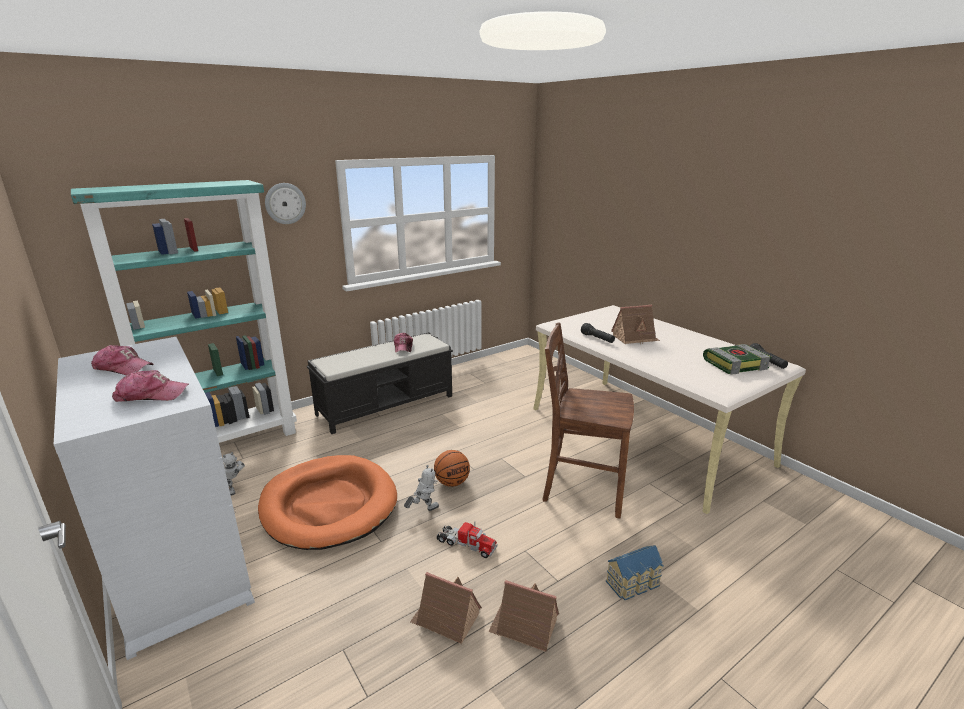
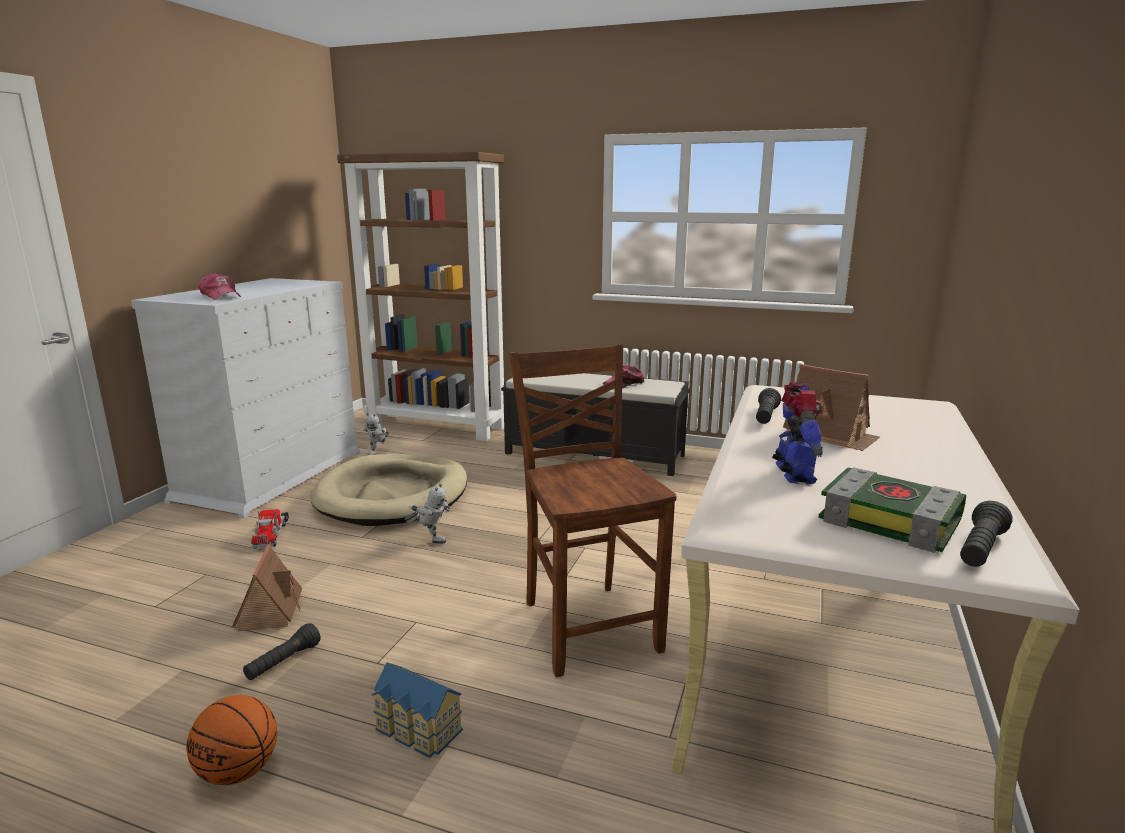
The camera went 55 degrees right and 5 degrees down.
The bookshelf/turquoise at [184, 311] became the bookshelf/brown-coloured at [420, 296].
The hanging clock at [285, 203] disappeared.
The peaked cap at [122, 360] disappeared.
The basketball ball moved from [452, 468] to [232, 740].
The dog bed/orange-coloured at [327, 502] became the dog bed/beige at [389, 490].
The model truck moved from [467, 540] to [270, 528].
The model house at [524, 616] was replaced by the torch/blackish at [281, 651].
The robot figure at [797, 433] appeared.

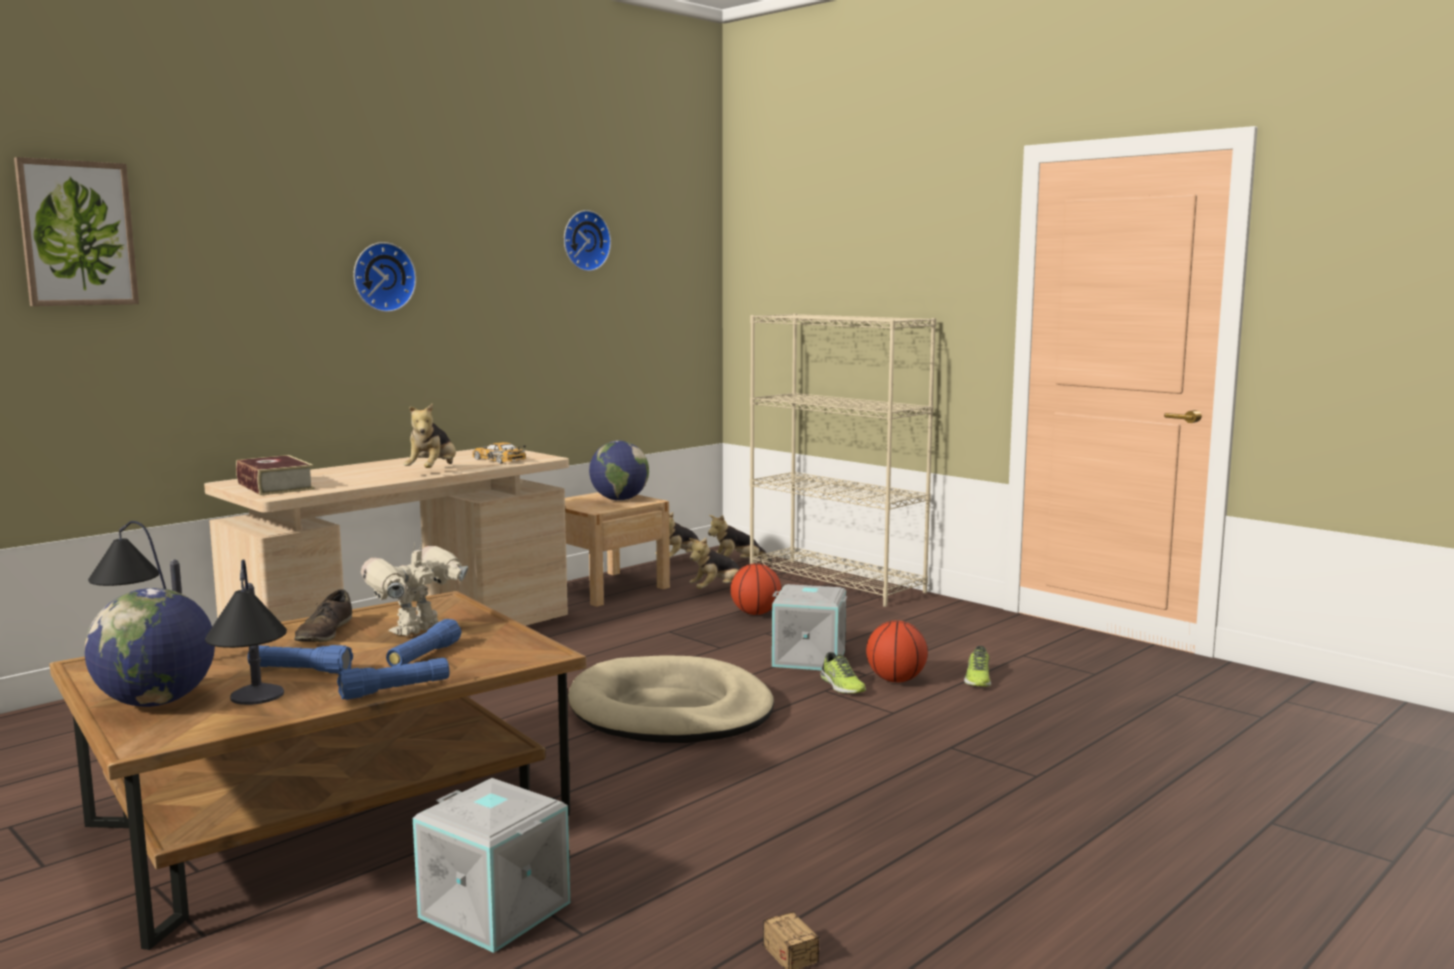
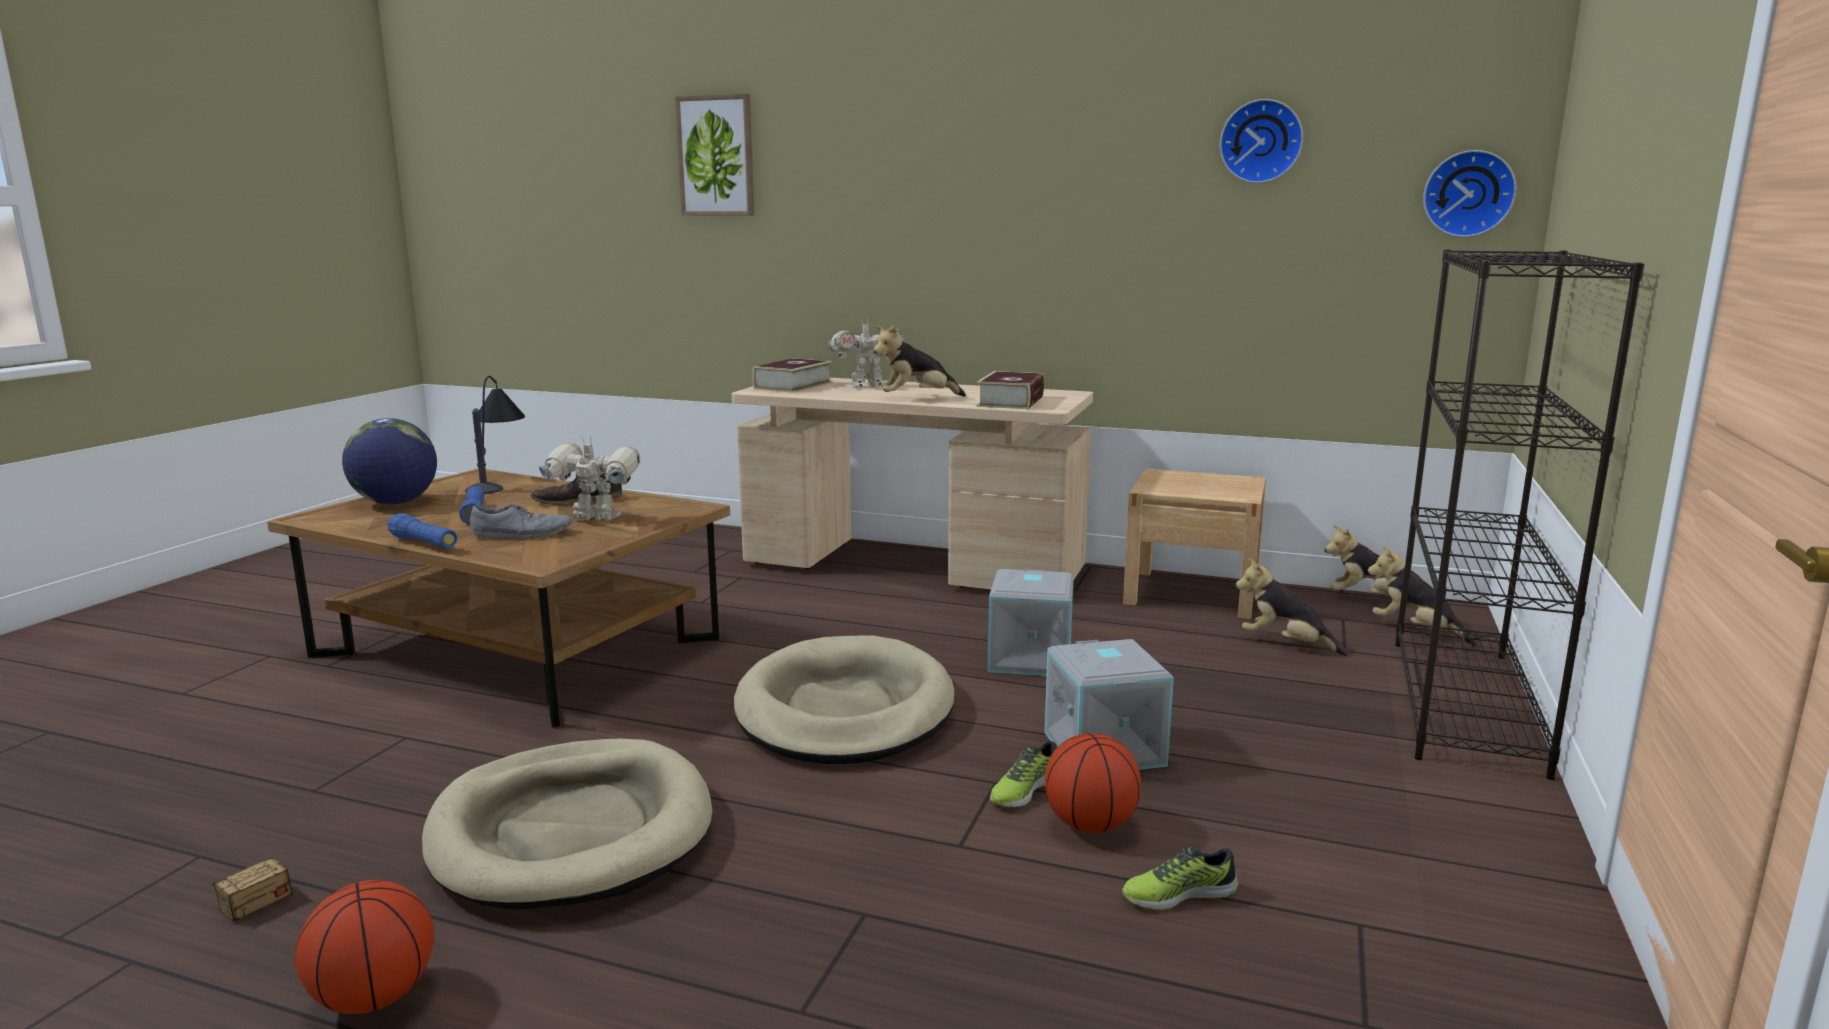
The camera went 65 degrees right and 5 degrees up.
The hanging clock moved from [384, 277] to [1470, 193].
The bookshelf/beige at [842, 460] became the bookshelf/blackish at [1519, 514].
The world globe at [619, 471] disappeared.
The model car at [499, 453] was replaced by the volume at [1010, 390].
The lamp for a table at [246, 632] disappeared.
The basketball ball moved from [755, 589] to [364, 947].
The torch/bluish at [424, 643] was replaced by the item of footwear/greyish at [521, 521].
The storage container/greyish moved from [491, 865] to [1030, 622].
The robot figure at [866, 353] appeared.
The dog bed/beige at [567, 824] appeared.

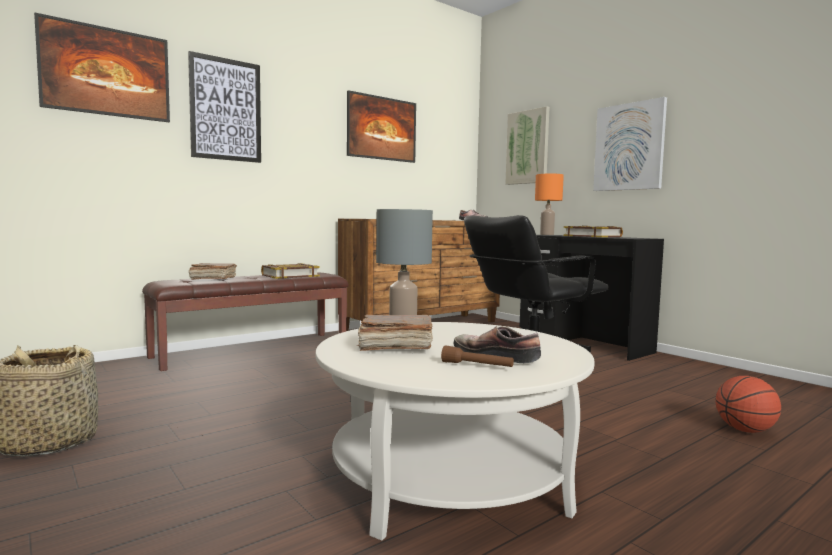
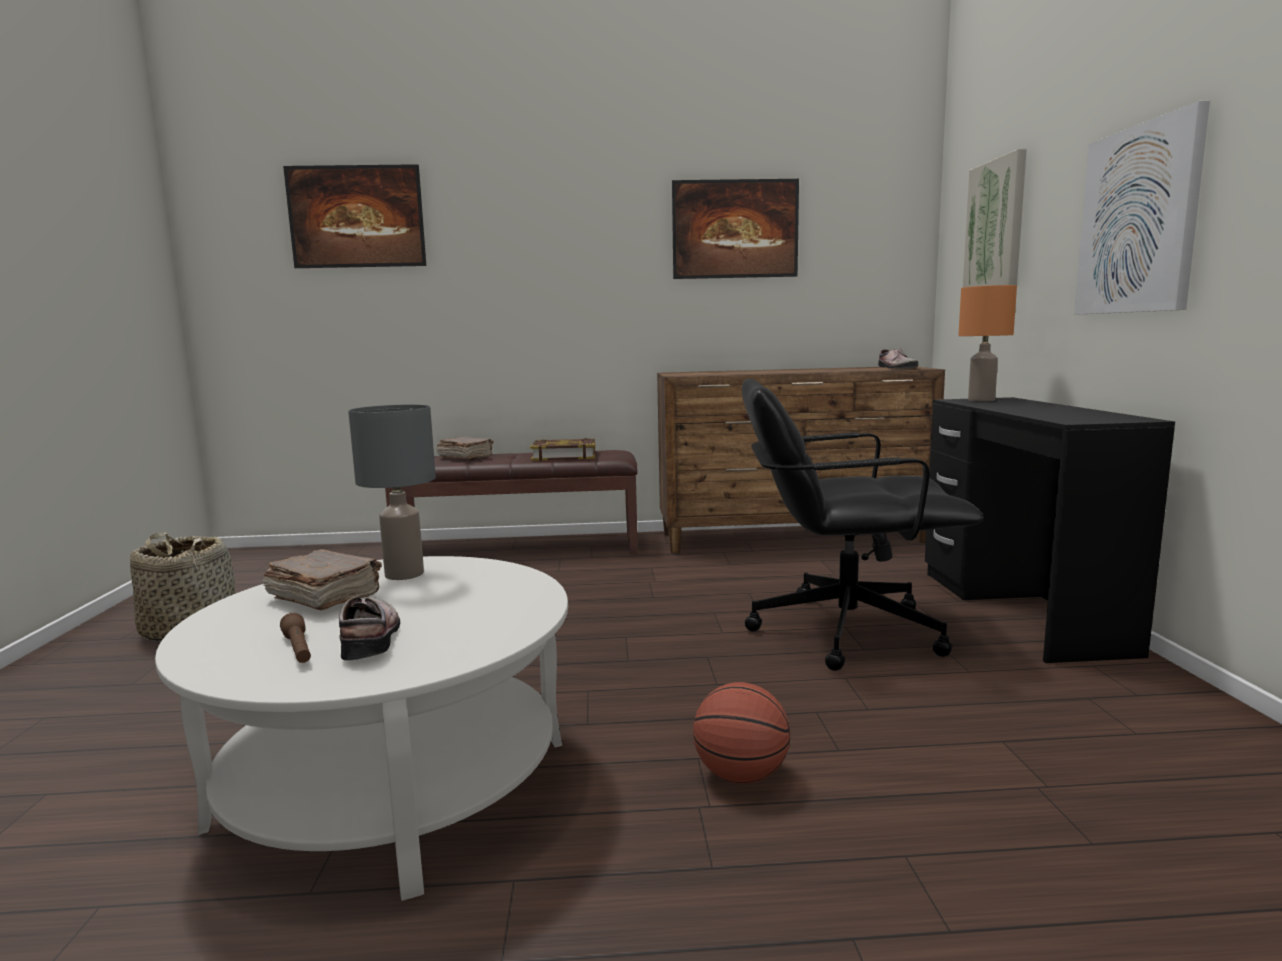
The camera went 35 degrees right and 5 degrees up.
The wall art at [224, 107] disappeared.
The volume at [593, 231] disappeared.
The basketball ball moved from [748, 404] to [741, 733].

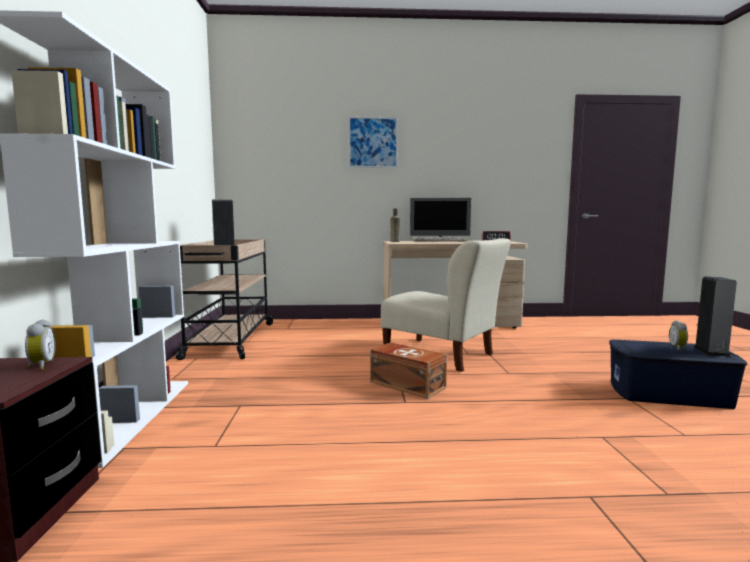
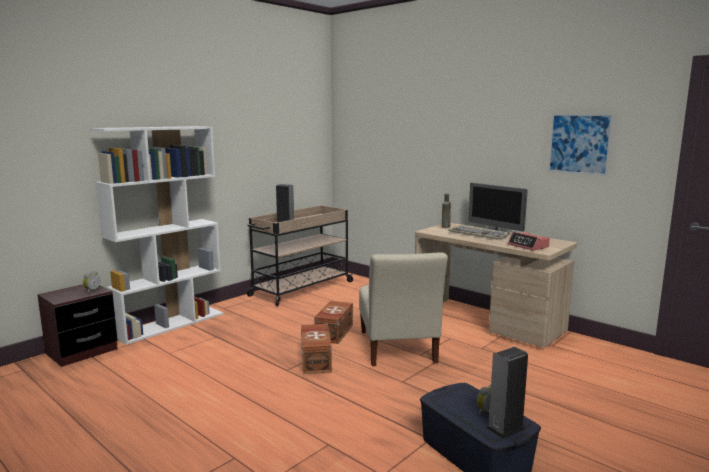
The camera went 45 degrees right and 5 degrees up.
The wall art moved from [373, 142] to [581, 145].
The storage container/brown-coloured at [333, 322] appeared.

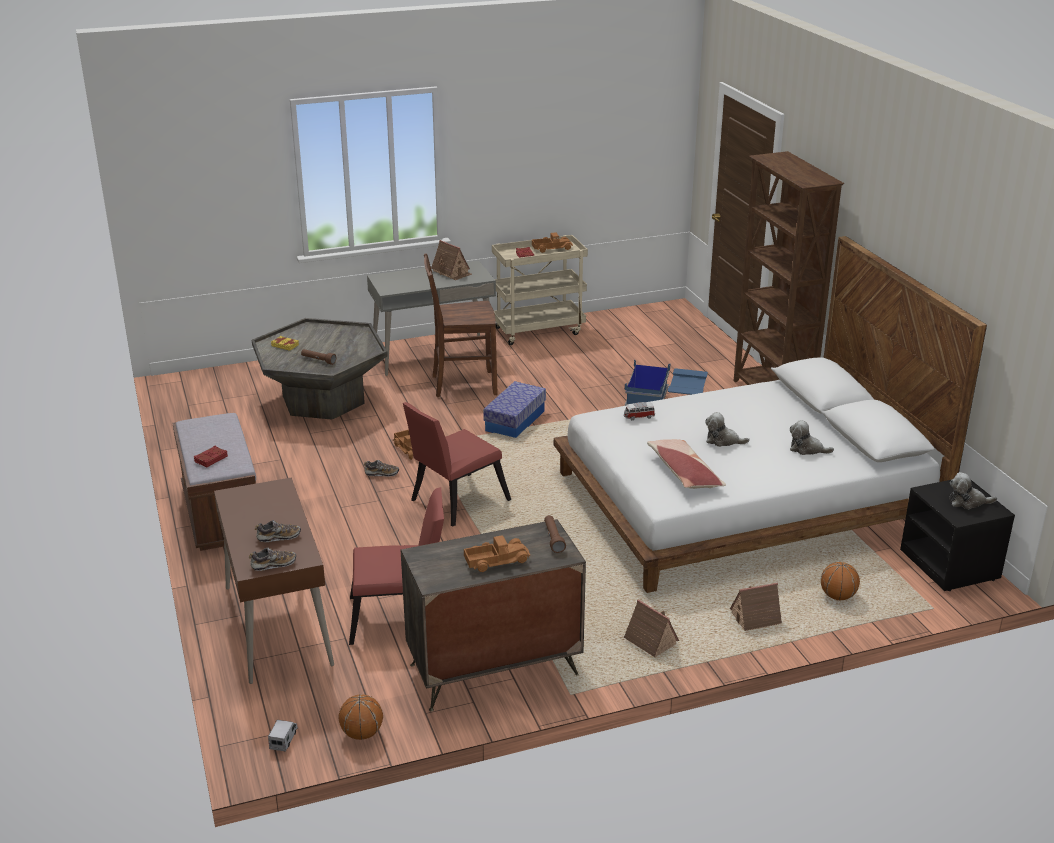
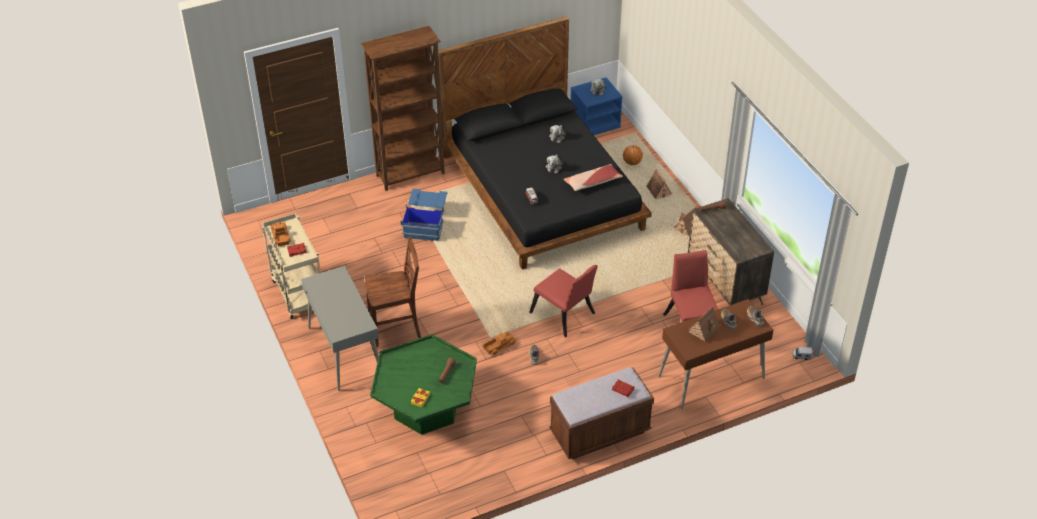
The camera went 95 degrees left and 15 degrees up.
The bed/whitish at [770, 414] became the bed/blackish at [545, 142].
The model house moved from [451, 260] to [704, 323].
The plain chair/brown-coloured at [460, 325] turned 90 degrees counterclockwise.
The lounge table/greyish at [320, 369] became the lounge table/greenish at [423, 384].
The storage container at [514, 409] disappeared.
The night table/blackish at [957, 535] became the night table/bluish at [596, 106].
The model truck at [497, 553] disappeared.
The basketball ball at [361, 717] disappeared.

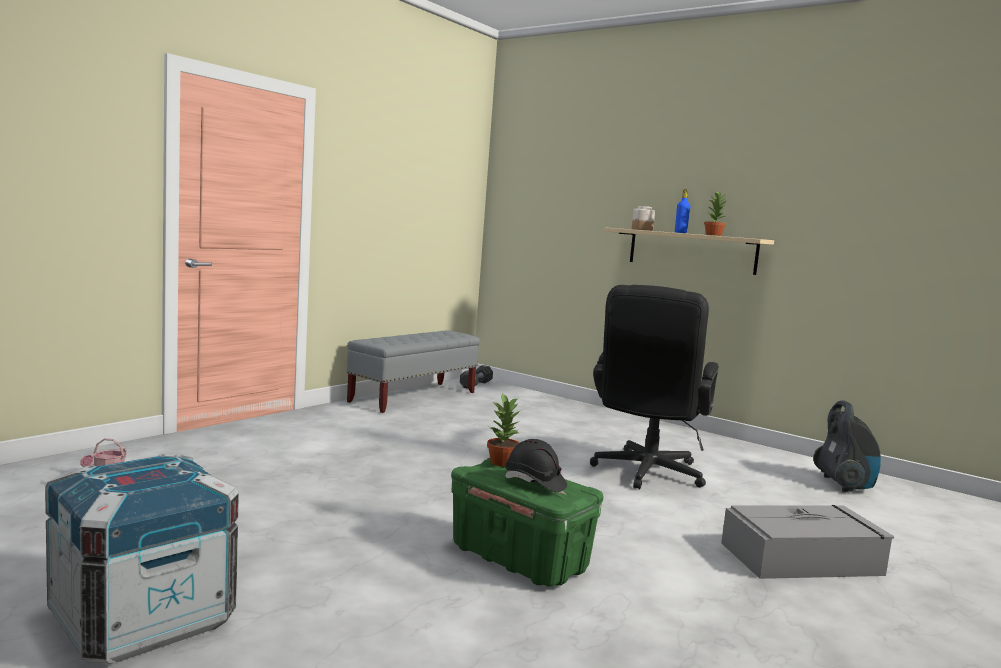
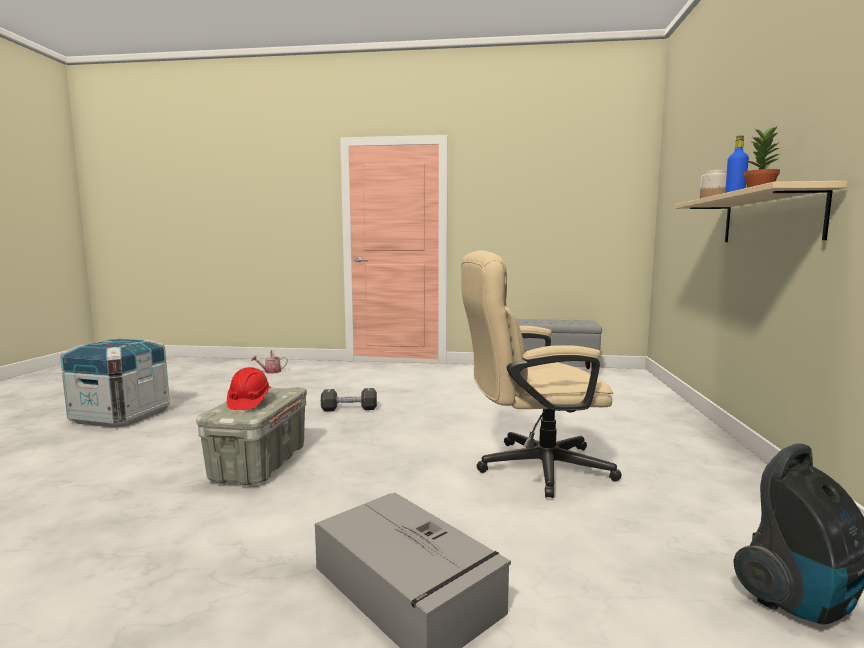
The camera went 60 degrees right and 0 degrees up.
The computer chair/blackish at [654, 387] became the computer chair/beige at [541, 374].
The free weight/blackish moved from [476, 377] to [349, 399].
The plant in a pot at [504, 430] disappeared.
The hard hat/blackish at [536, 465] became the hard hat/red at [249, 388].
The storage container/greenish at [527, 522] became the storage container/greyish at [251, 436].

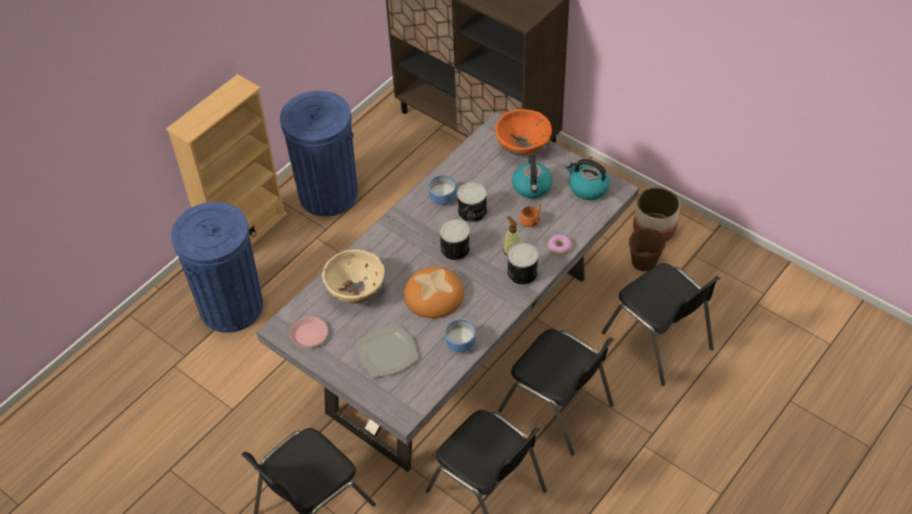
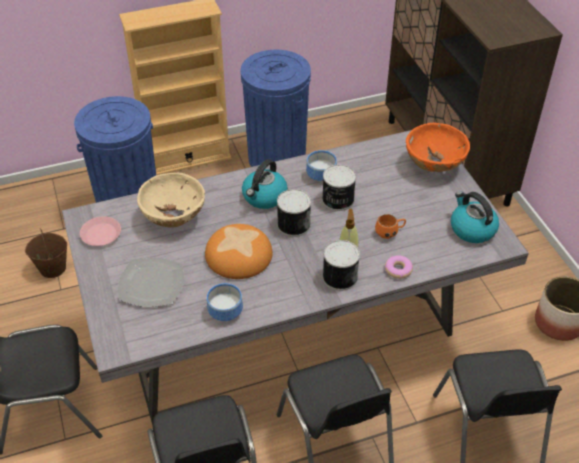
The camera went 30 degrees right and 5 degrees down.
The water kettle moved from [532, 176] to [265, 184].
The water bucket/brown-coloured moved from [647, 249] to [46, 253].

